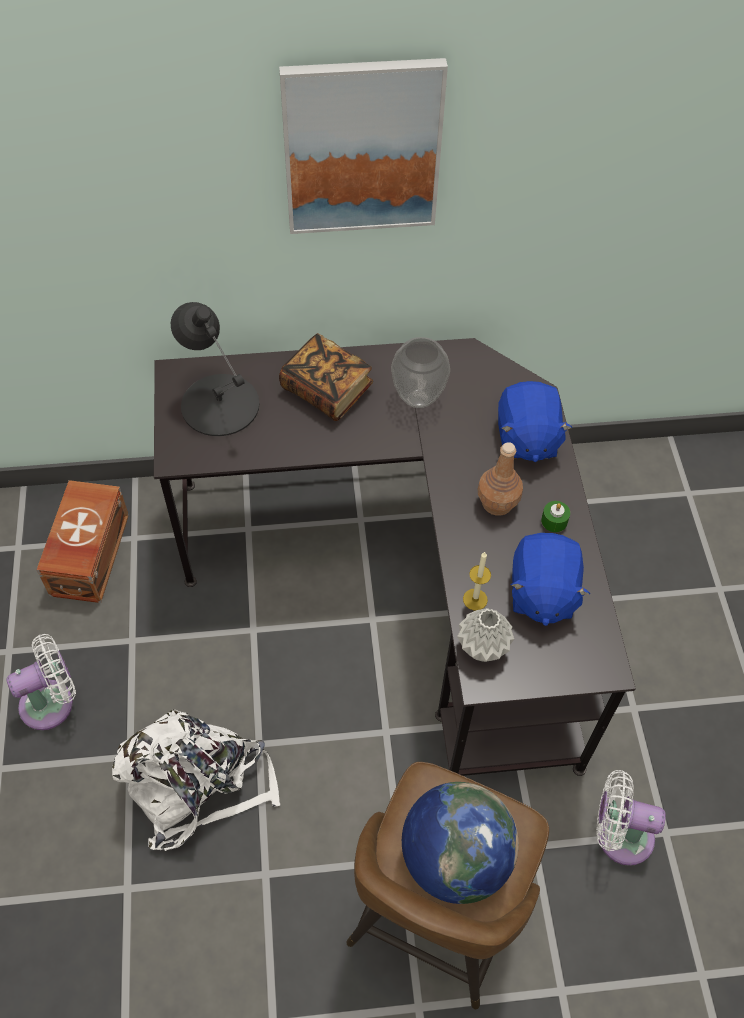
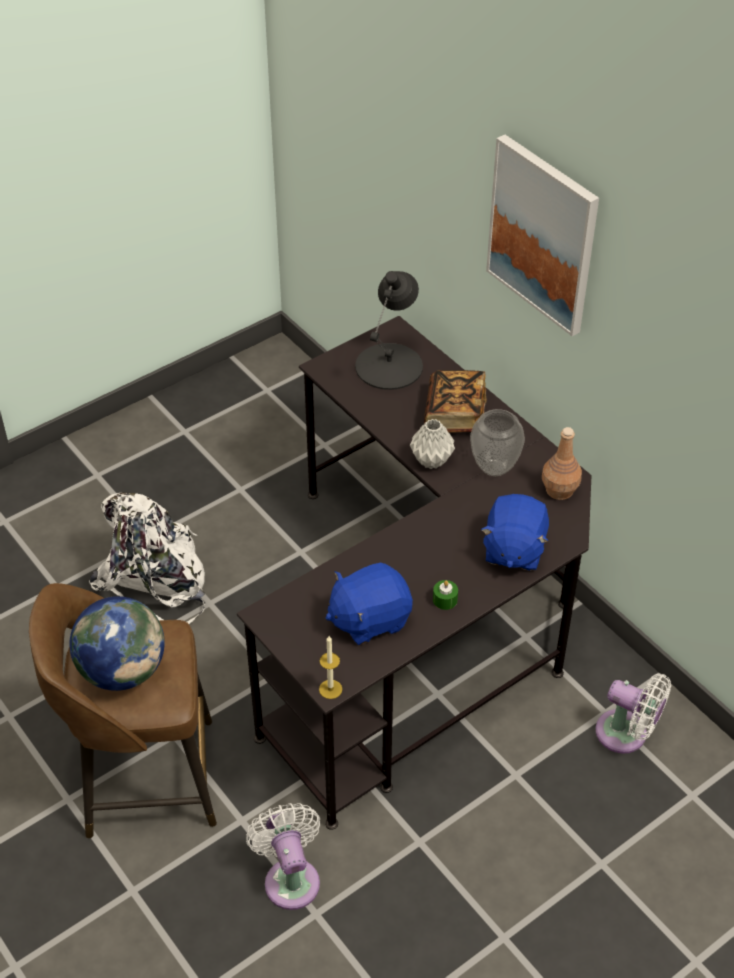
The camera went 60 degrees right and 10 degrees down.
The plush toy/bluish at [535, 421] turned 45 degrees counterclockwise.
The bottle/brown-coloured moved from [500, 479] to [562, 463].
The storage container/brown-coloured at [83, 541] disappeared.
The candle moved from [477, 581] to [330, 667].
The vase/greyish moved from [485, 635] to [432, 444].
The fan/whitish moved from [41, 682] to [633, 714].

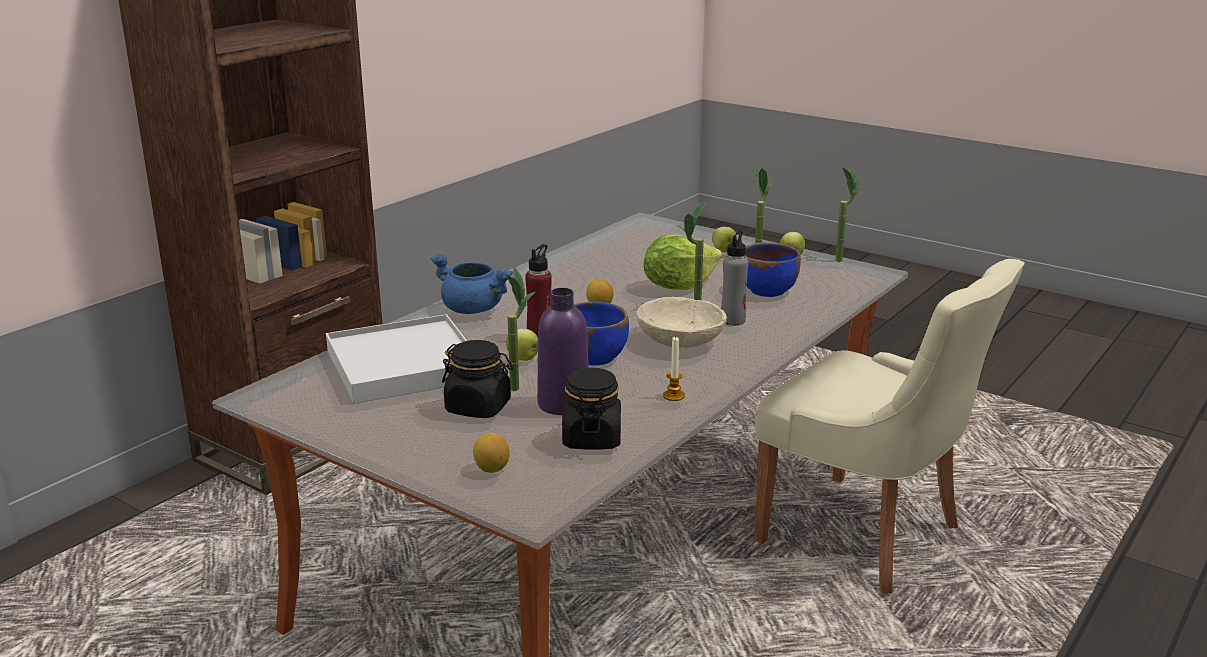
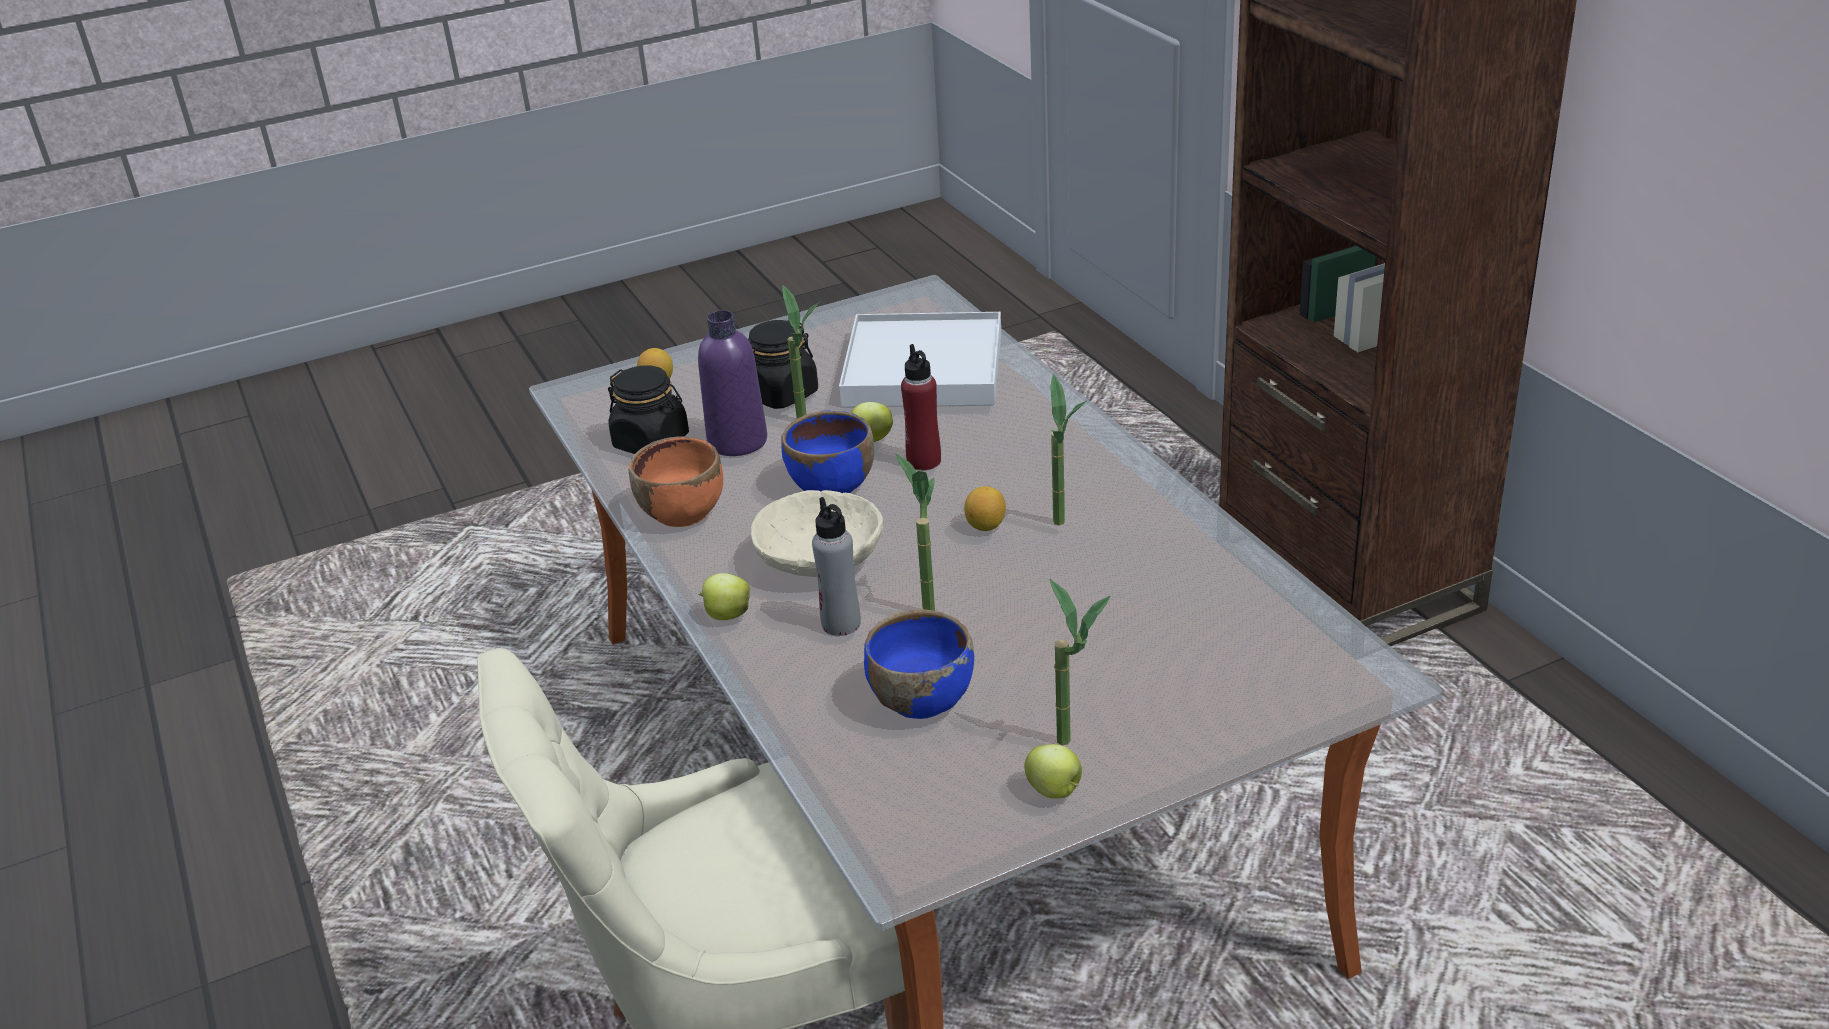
The camera went 120 degrees right and 10 degrees up.
The plant in a pot moved from [850, 213] to [1068, 449].
The whole apple moved from [725, 239] to [724, 596].
The lettuce at [683, 262] disappeared.
The cooking pot/bluish at [472, 284] disappeared.
The candle at [674, 368] was replaced by the bowl/orange-coloured at [676, 481].

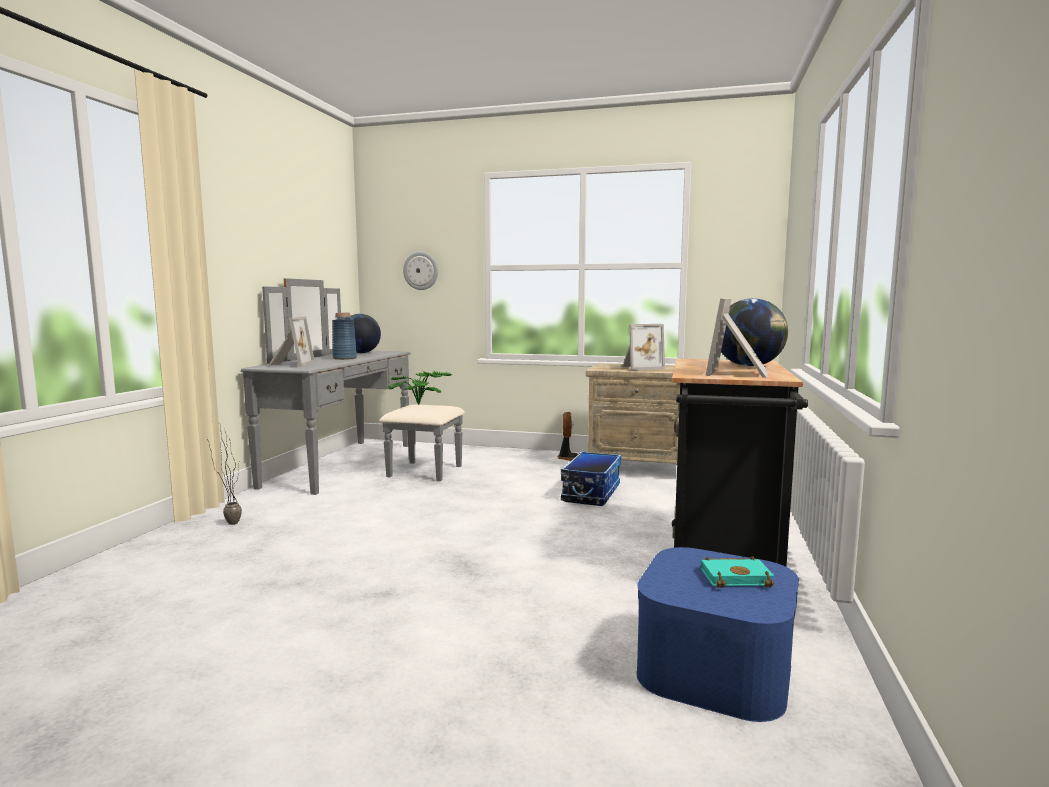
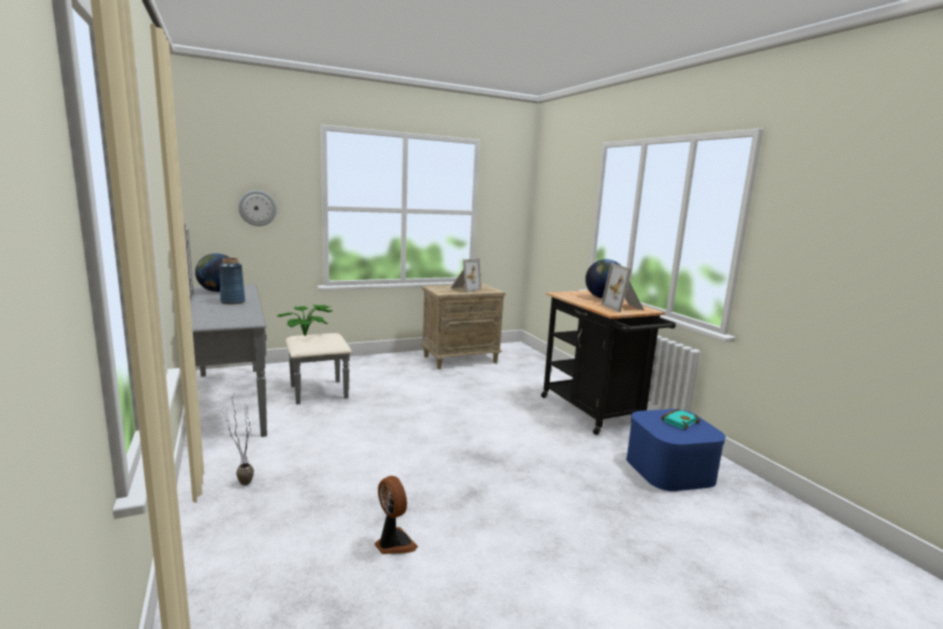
The camera went 40 degrees left and 5 degrees up.
The picture frame at [291, 341] disappeared.
The fan moved from [568, 436] to [396, 515].
The storage container at [591, 478] disappeared.

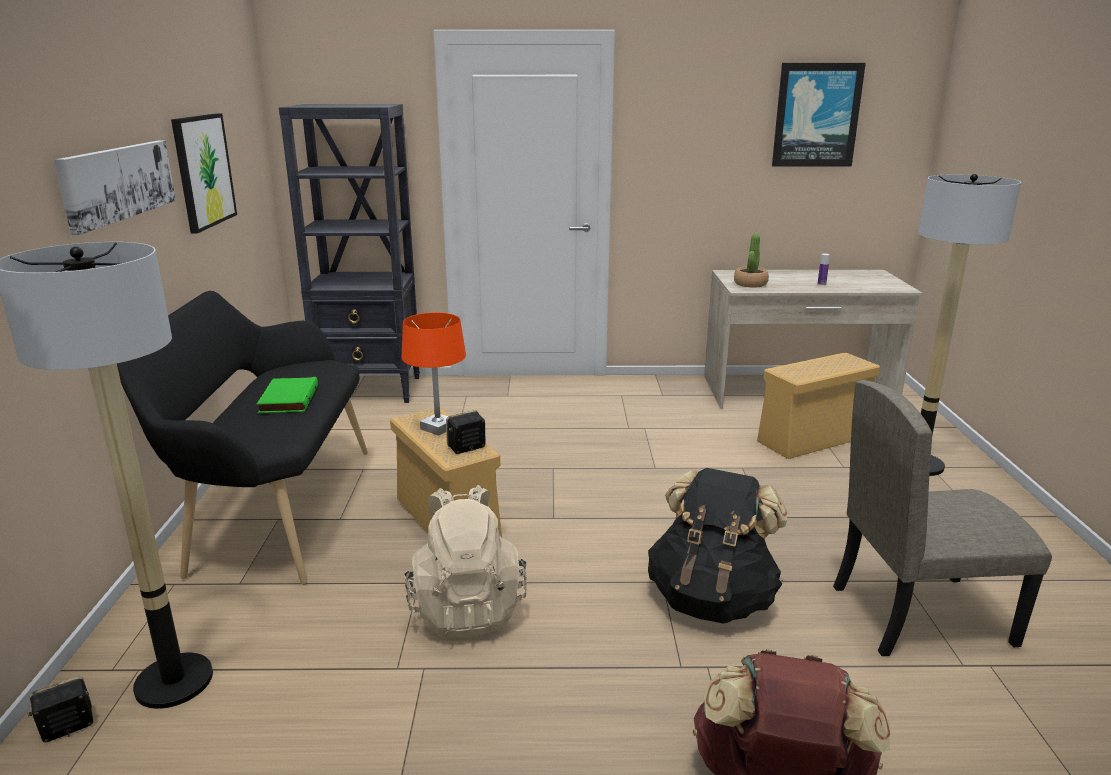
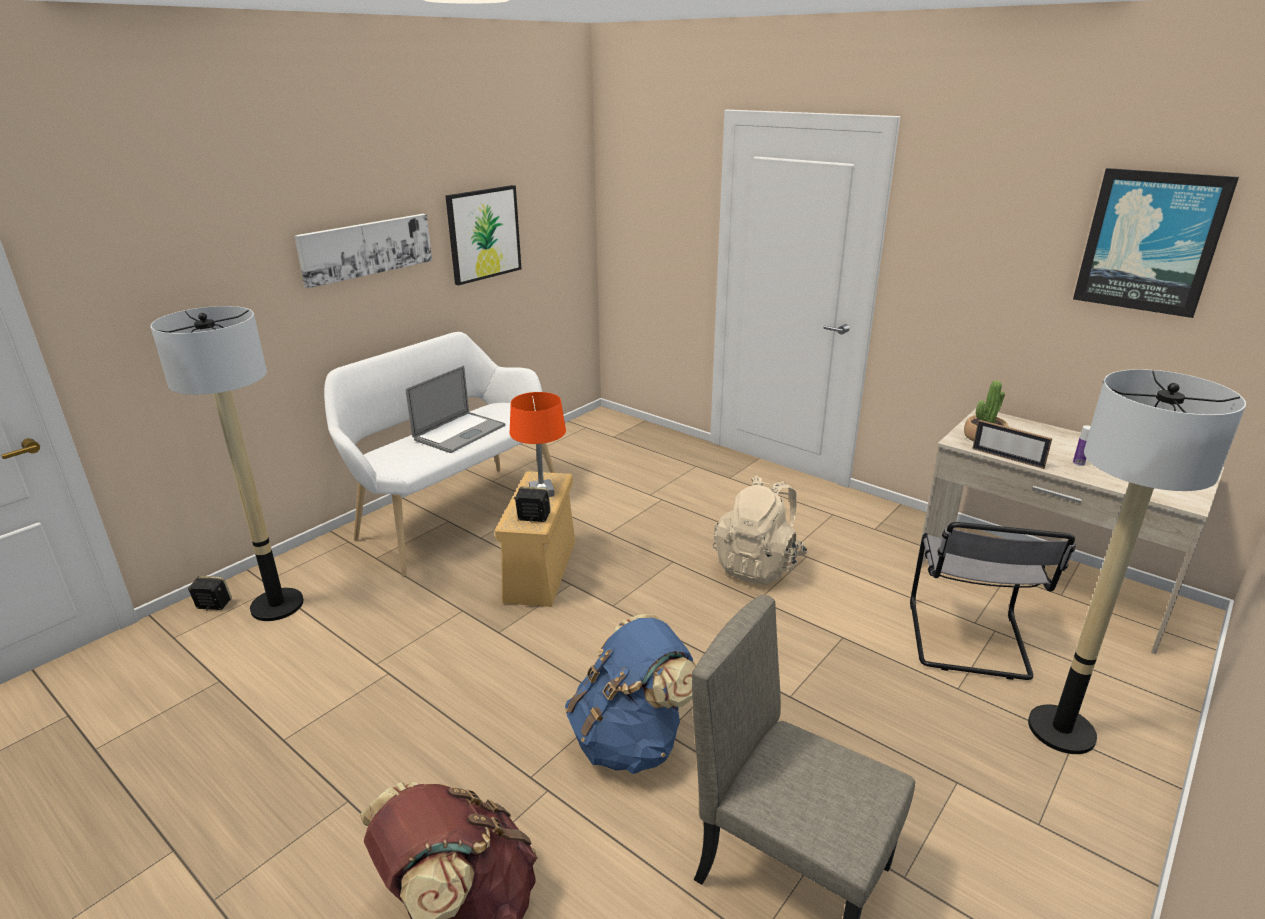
The camera went 40 degrees right and 5 degrees up.
The bookshelf/blackish at [349, 253] disappeared.
The long seat/blackish at [242, 437] became the long seat/whitish at [440, 454].
The storage container/beige at [818, 405] was replaced by the plain chair/greyish at [993, 601].
The volume/greenish at [287, 395] was replaced by the portable computer at [456, 409].
The knapsack/blackish at [718, 546] became the knapsack/bluish at [630, 694].
The knapsack/beige moved from [465, 561] to [760, 530].
The picture frame at [1012, 444] appeared.

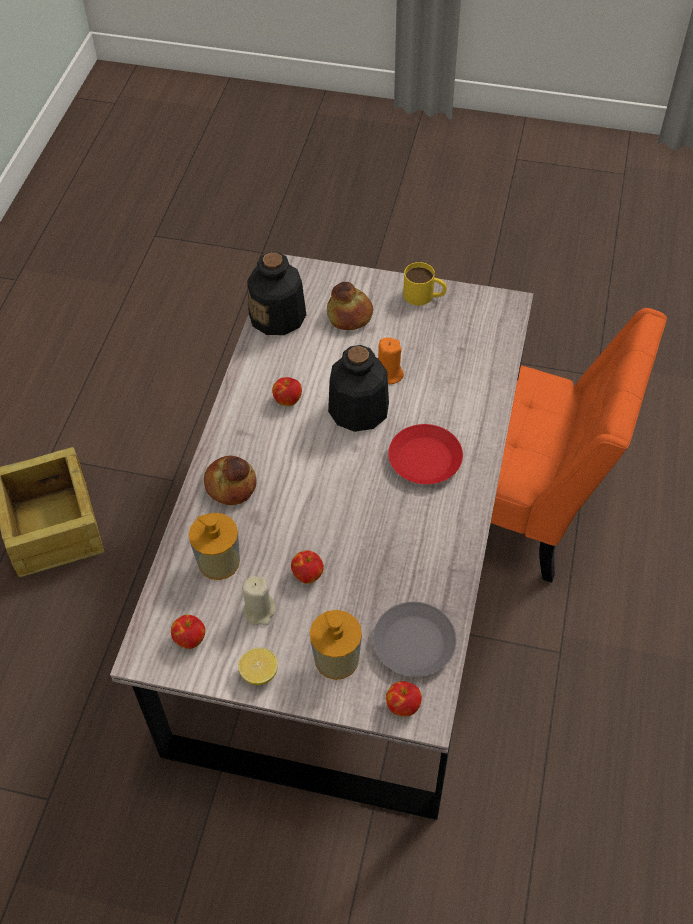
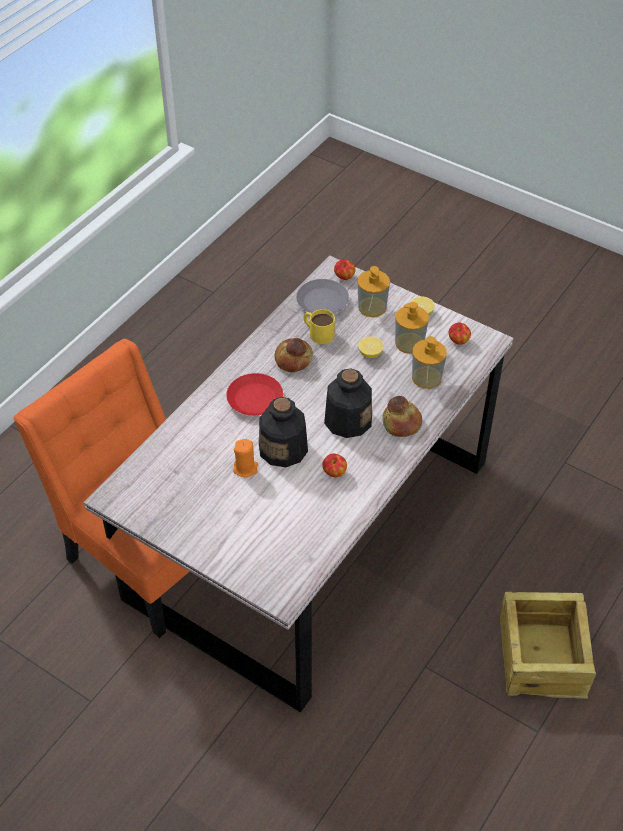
The camera went 160 degrees left and 5 degrees down.
The bottle moved from [276, 293] to [348, 403].
The tea mug/yellow moved from [425, 283] to [319, 326].
The baked bread moved from [350, 306] to [293, 355].
The whole apple at [307, 567] was replaced by the lemon at [371, 347].
The candle/beige at [258, 600] was replaced by the soap bottle at [412, 328].

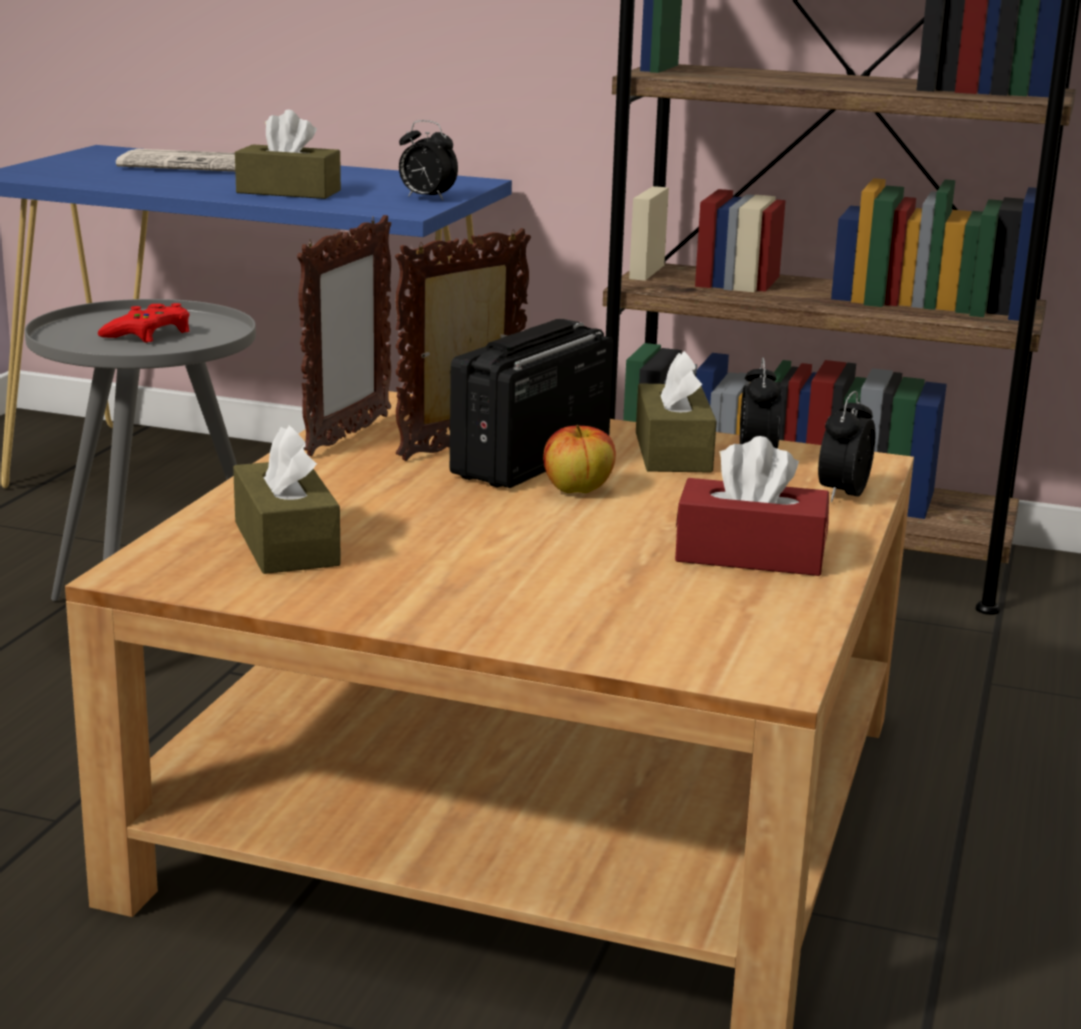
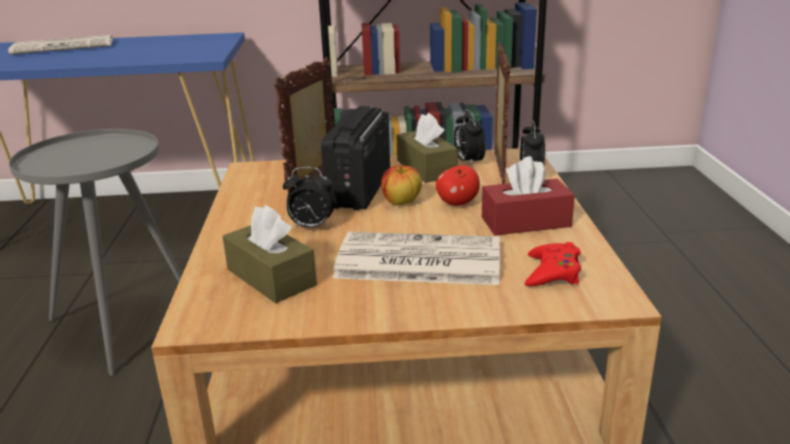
The camera went 20 degrees left and 5 degrees up.
The tissue holder/brown-coloured at [288, 154] disappeared.
The bedside clock moved from [428, 160] to [309, 197].
The picture frame moved from [344, 335] to [502, 113].
The gamepad/red moved from [144, 323] to [553, 264].
The whole apple at [458, 185] appeared.
The newspaper at [416, 258] appeared.

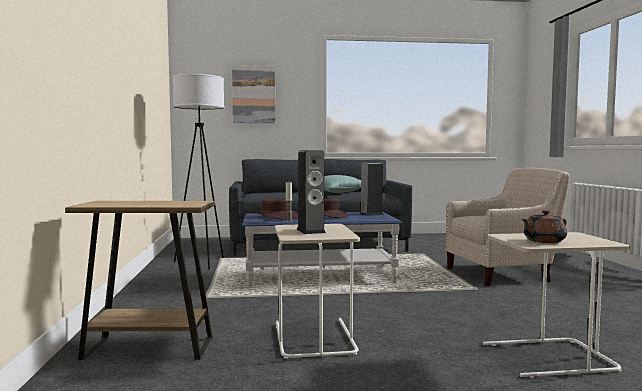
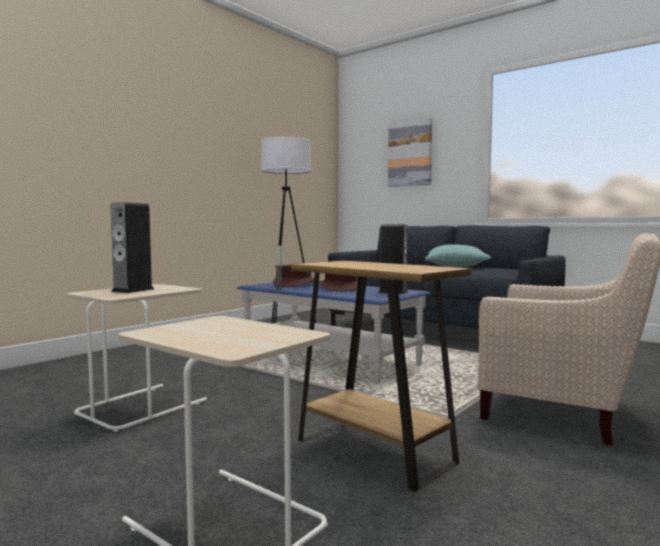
The camera went 45 degrees right and 0 degrees up.
The accent table/brown-coloured moved from [140, 280] to [381, 376].
The teapot/brown-coloured at [544, 226] disappeared.

